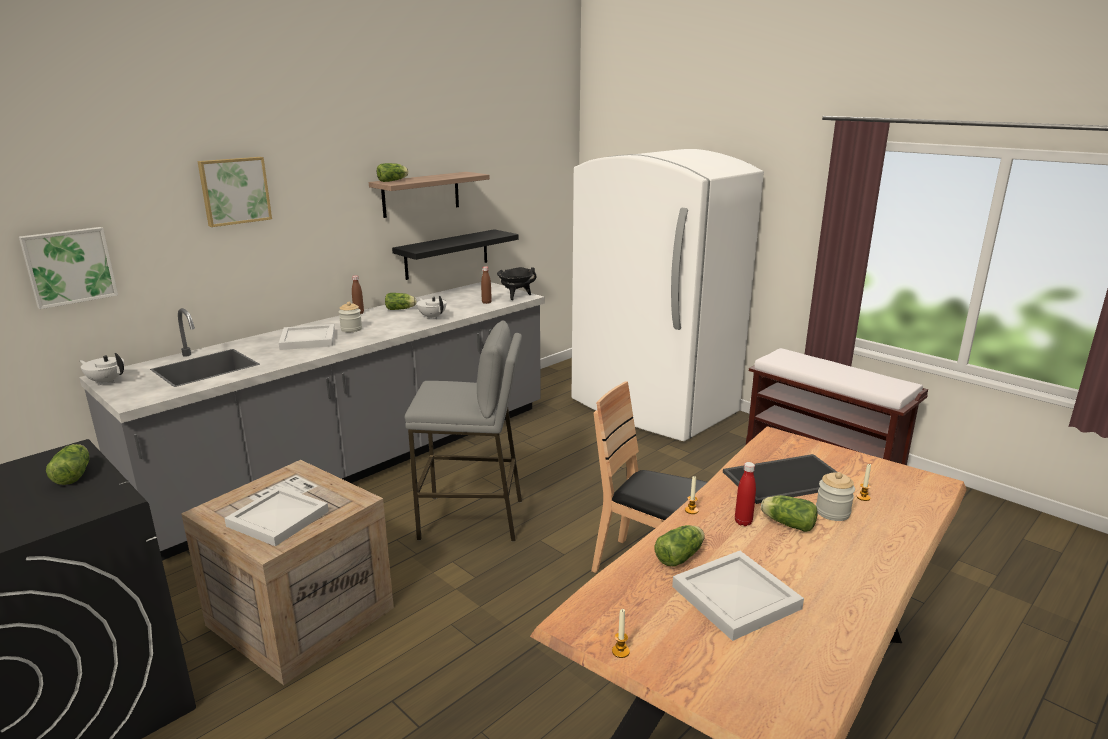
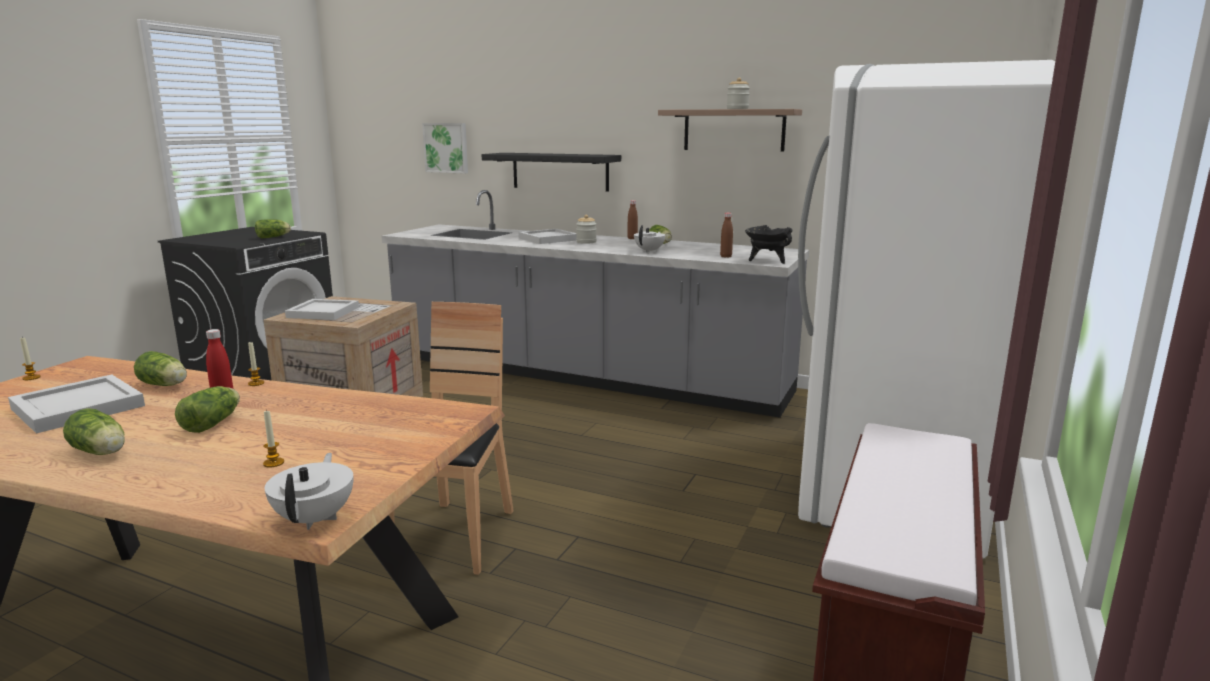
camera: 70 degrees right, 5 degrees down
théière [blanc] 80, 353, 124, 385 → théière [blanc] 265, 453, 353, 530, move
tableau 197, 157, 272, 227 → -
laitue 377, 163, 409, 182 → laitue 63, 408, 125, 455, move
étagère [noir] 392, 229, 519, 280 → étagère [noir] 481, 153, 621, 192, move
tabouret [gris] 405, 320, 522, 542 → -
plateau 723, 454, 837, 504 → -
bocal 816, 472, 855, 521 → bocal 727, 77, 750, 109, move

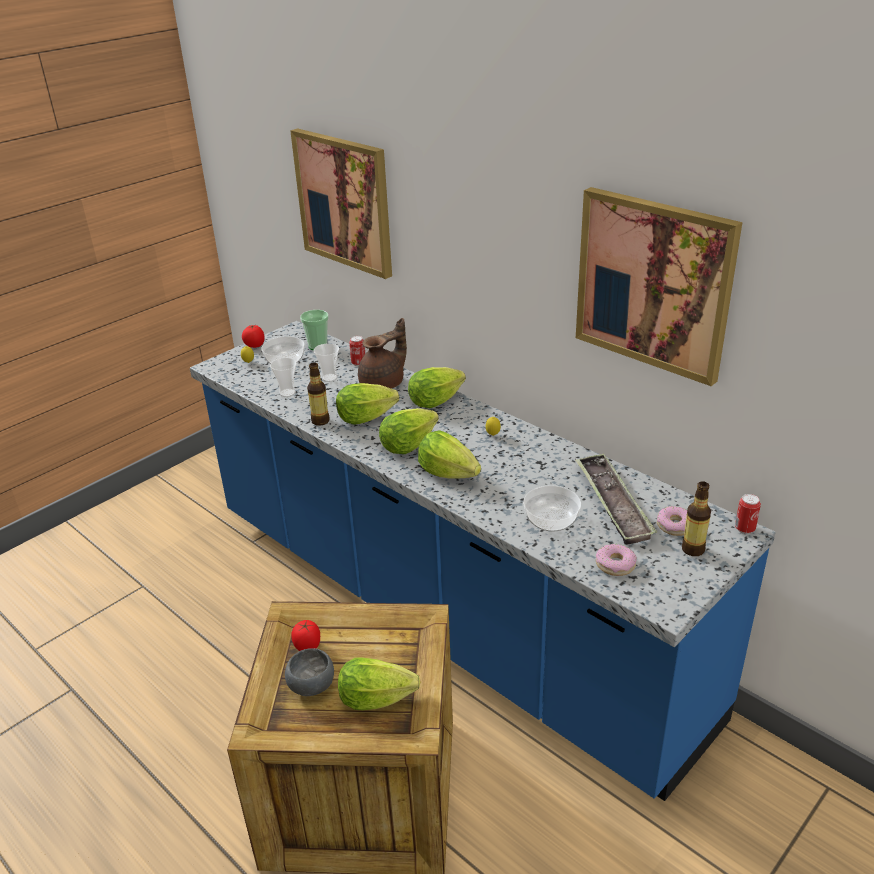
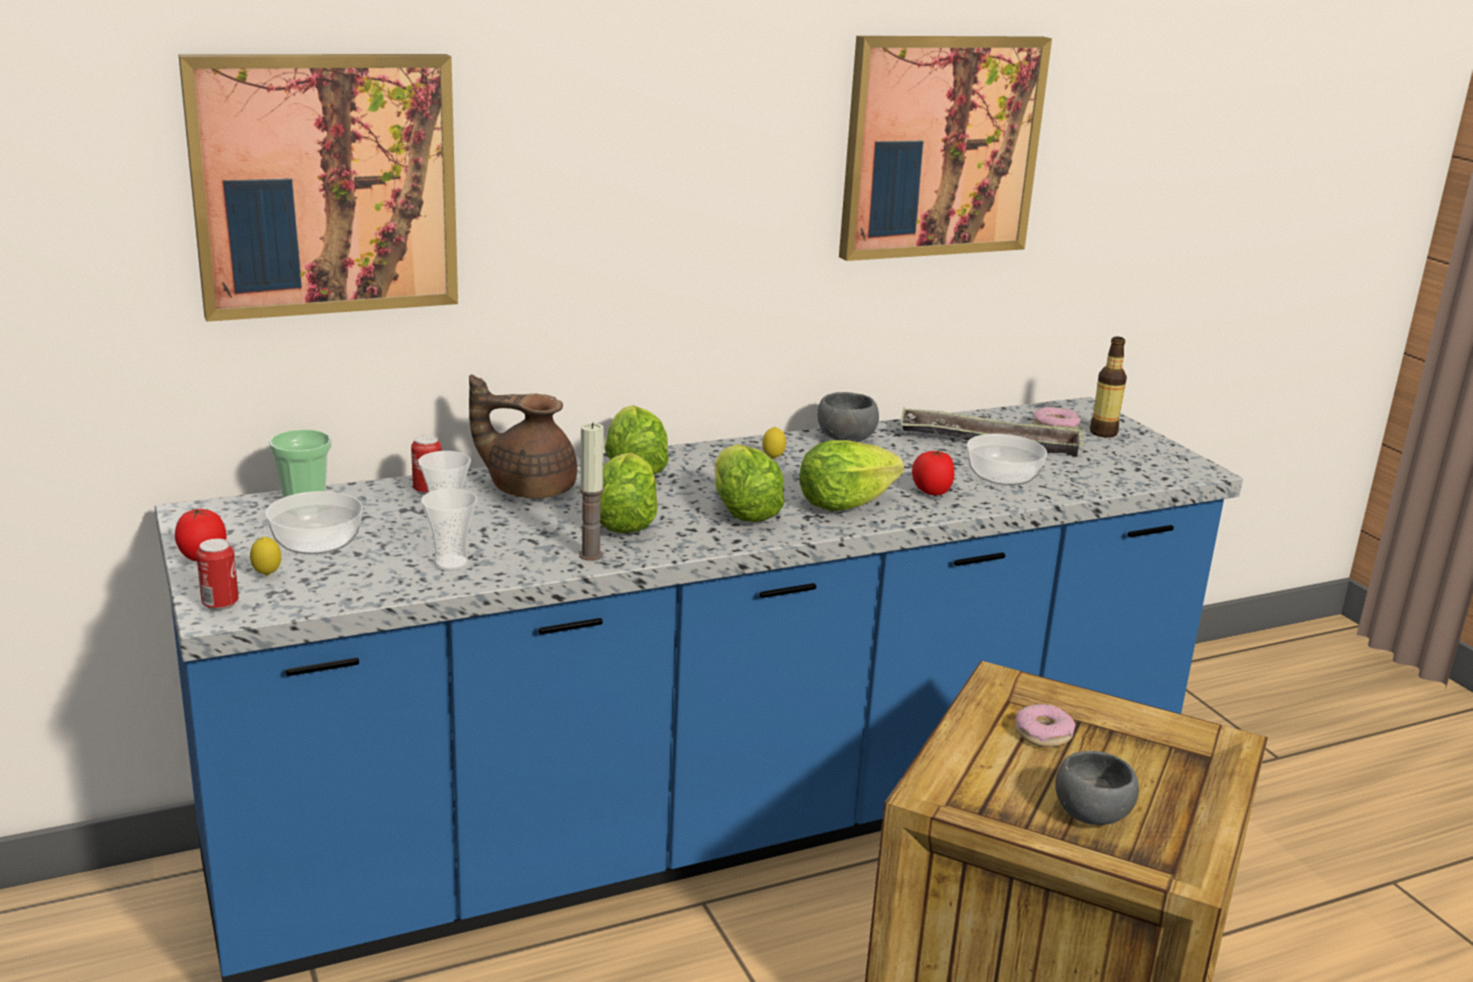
camera: 70 degrees left, 10 degrees down
tomate 291, 620, 320, 651 → tomate 912, 450, 954, 496, move
bouteille 307, 362, 330, 426 → bougie 579, 423, 604, 561
laitue 338, 658, 420, 710 → -
théière [marron] 358, 318, 407, 389 → théière [marron] 469, 374, 577, 499, 60 degrees counterclockwise
beignet 596, 544, 637, 576 → beignet 1015, 704, 1075, 747, move
boîte métallique 735, 494, 761, 534 → boîte métallique 196, 539, 239, 611, move
- → bol [gris] 817, 392, 879, 442

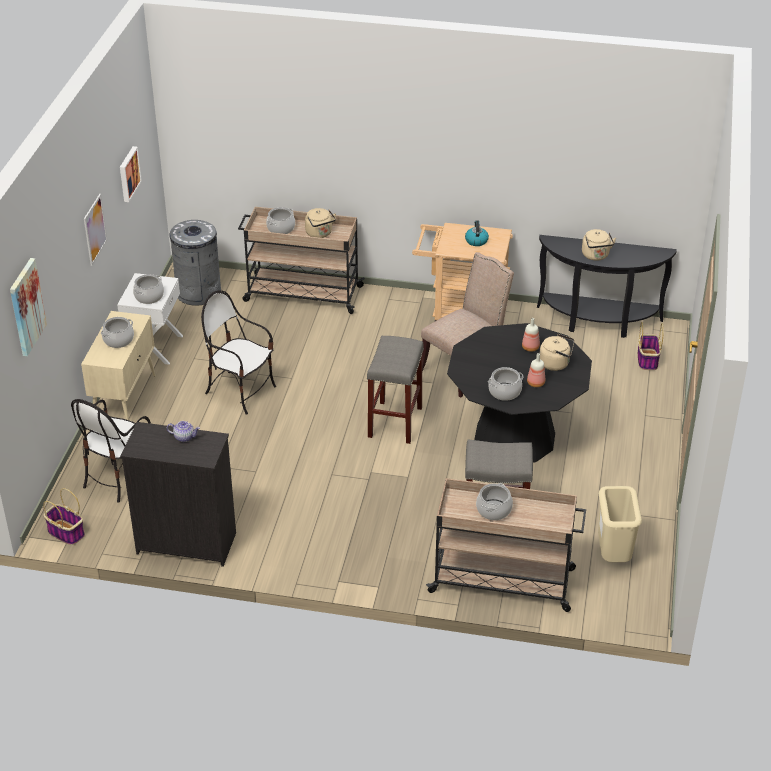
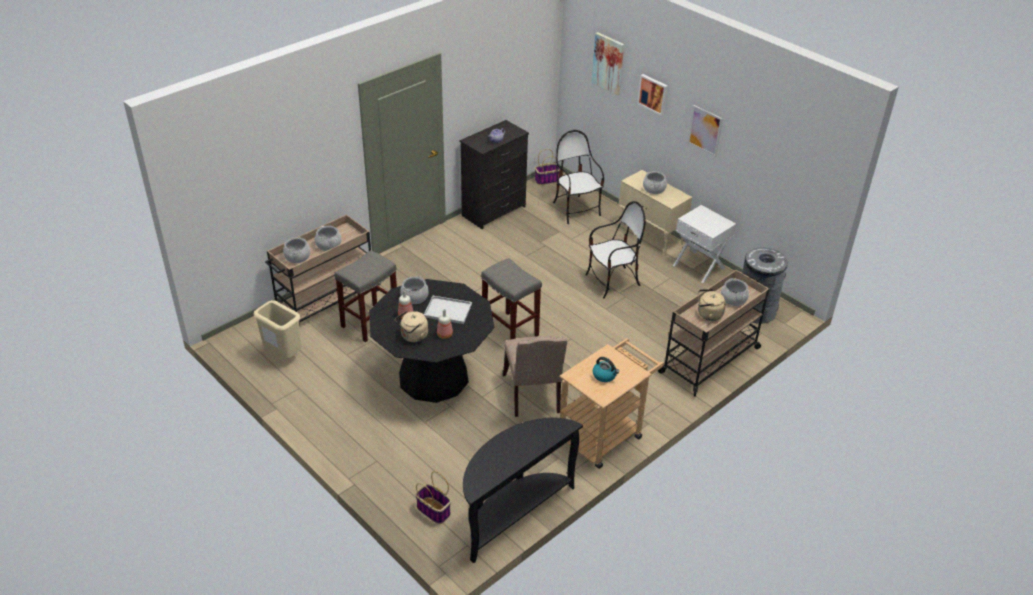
camera: 125 degrees right, 0 degrees up
tableau 120, 146, 142, 202 → tableau 637, 74, 668, 116, move
marmite 133, 274, 164, 304 → marmite 283, 237, 310, 263, move
bouilloire [beige] 582, 229, 616, 261 → -
- → plateau [blanc] 424, 296, 472, 324

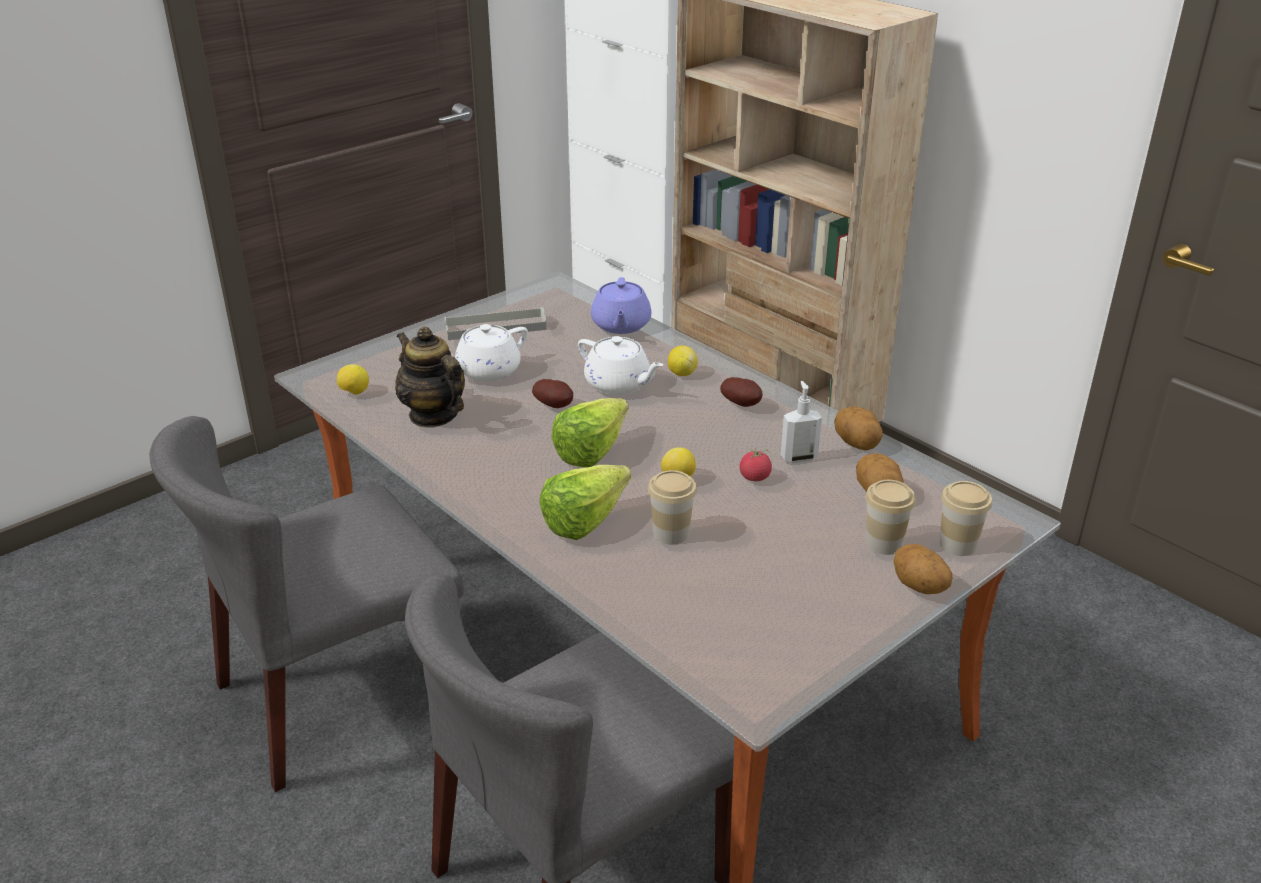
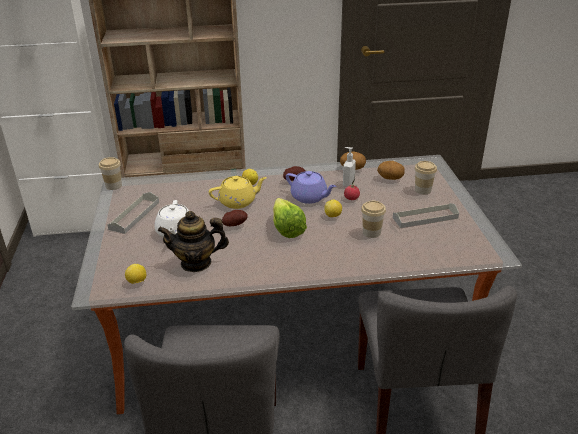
camera: 55 degrees left, 0 degrees up
laitue 540, 465, 631, 540 → -
théière [blanc] 578, 336, 663, 395 → théière [jaune] 209, 176, 267, 209
théière [violet] 591, 277, 652, 334 → théière [violet] 286, 171, 336, 204, move
pomme de terre 893, 544, 952, 594 → -
tasse 940, 481, 992, 556 → tasse 99, 157, 122, 190, move
- → plateau [gris] 393, 203, 459, 228

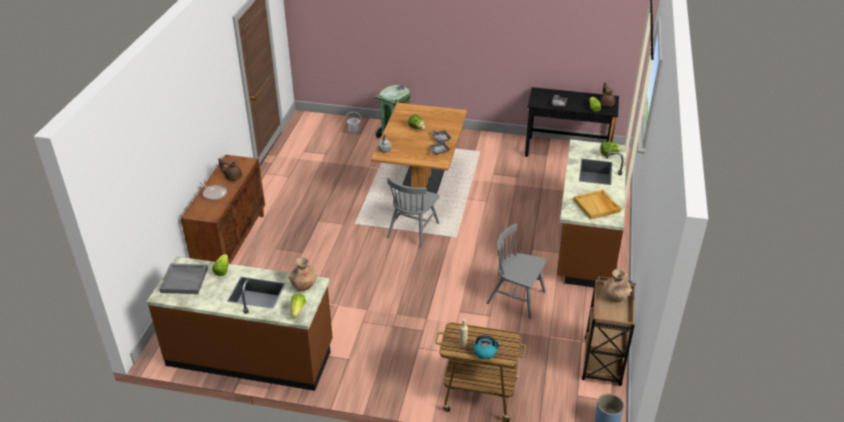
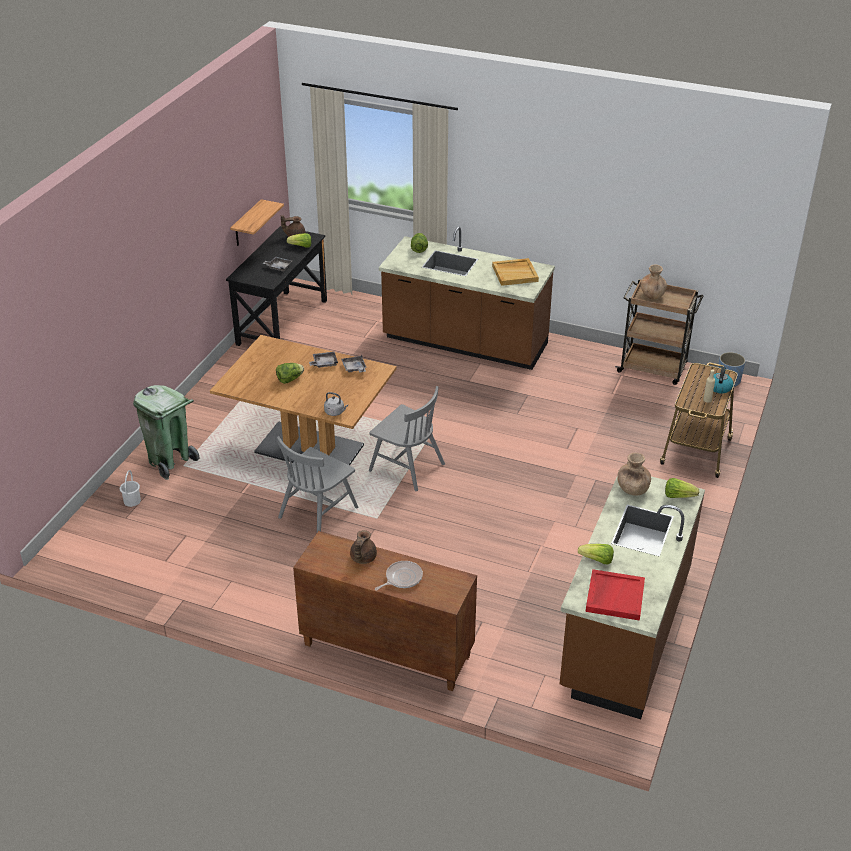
camera: 80 degrees left, 0 degrees up
plateau [gris] 159, 263, 208, 294 → plateau [rouge] 586, 569, 645, 621
chaise [gris] 487, 224, 547, 319 → chaise [gris] 277, 436, 358, 532, move
- → étagère 230, 199, 284, 246

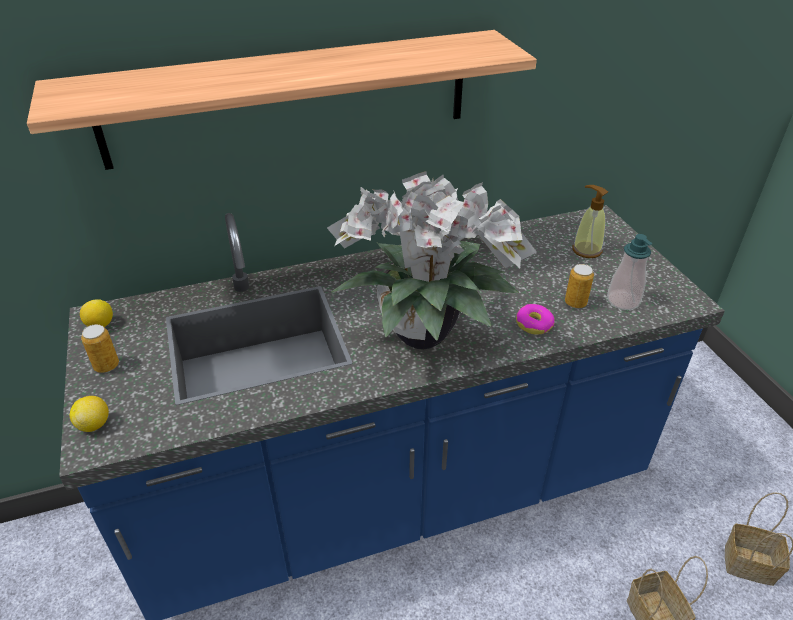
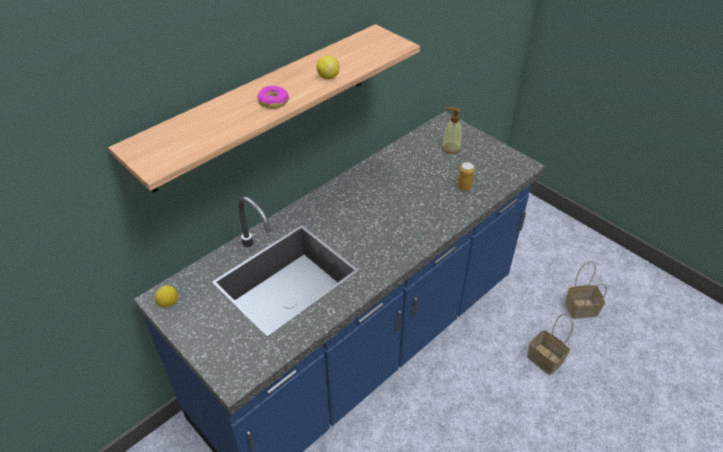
camera: 25 degrees left, 5 degrees up
citron 70, 396, 109, 432 → citron 317, 55, 340, 79, move
boîte métallique 81, 324, 119, 373 → -
plante en pot 327, 171, 536, 349 → -
beignet 516, 304, 555, 335 → beignet 258, 86, 289, 109, move
distributeur de savon 607, 234, 653, 310 → -

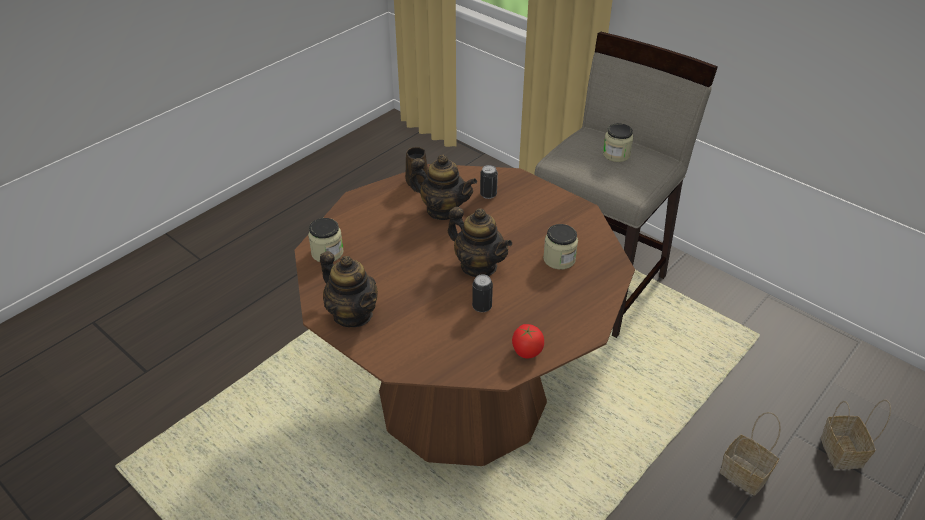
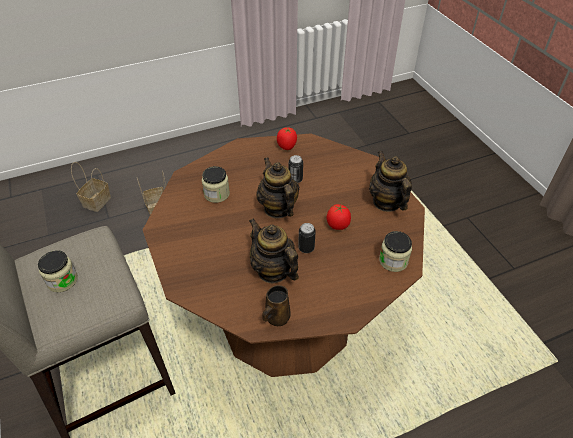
camera: 155 degrees left, 5 degrees up
boîte métallique 480, 165, 498, 199 → boîte métallique 298, 223, 316, 253, move
- → tomate 327, 204, 351, 230

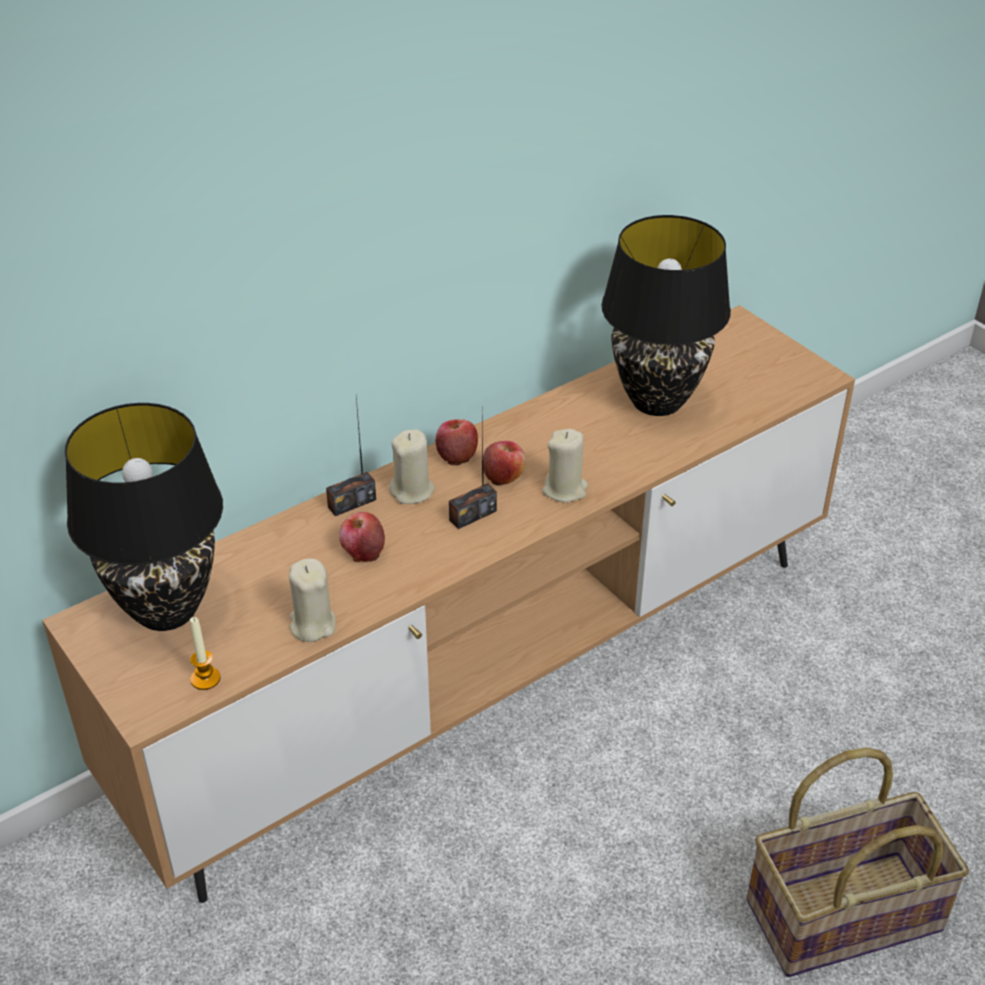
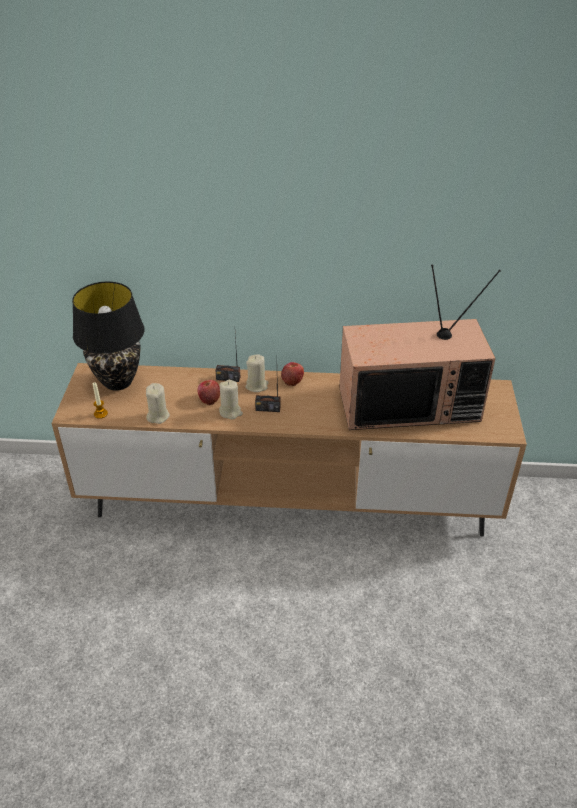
camera: 40 degrees right, 0 degrees up
pomme 483, 441, 526, 485 → -
bougie [beige] 543, 429, 588, 502 → bougie [beige] 219, 380, 243, 420, move
lampe de table [noir] 602, 215, 731, 416 → téléviseur 339, 264, 501, 430
panier 747, 747, 969, 977 → -

